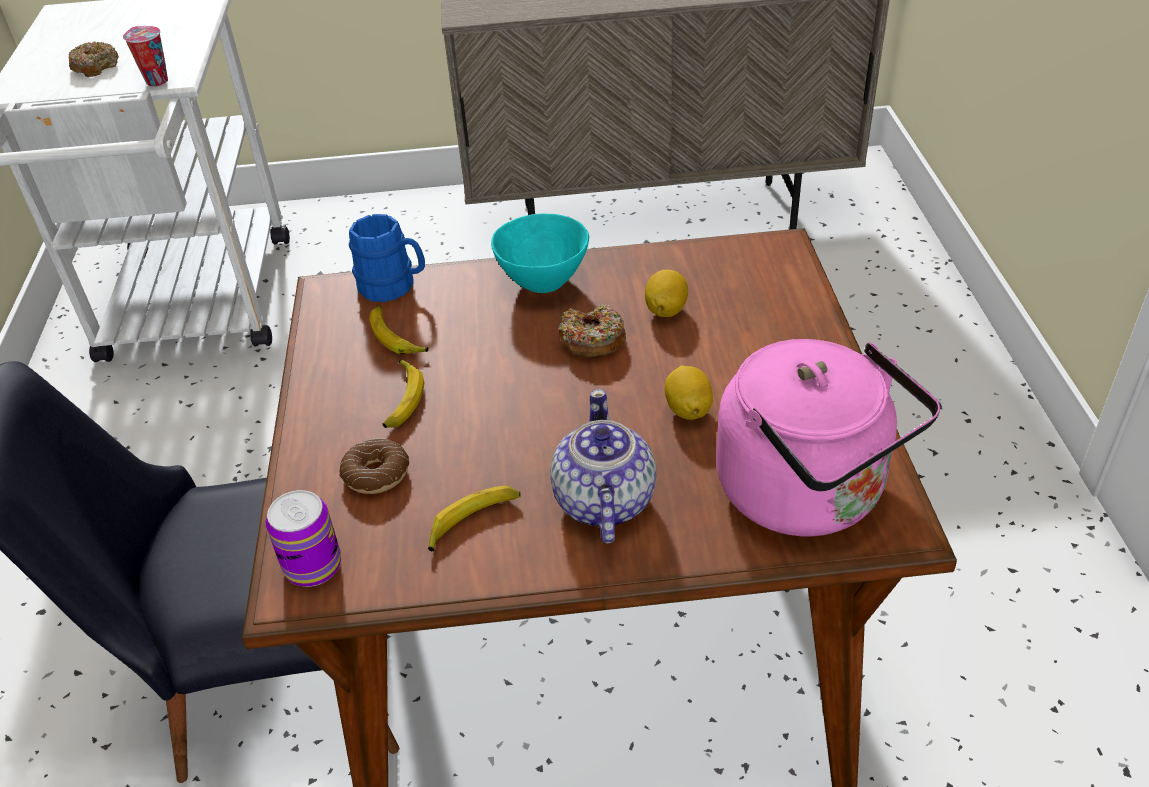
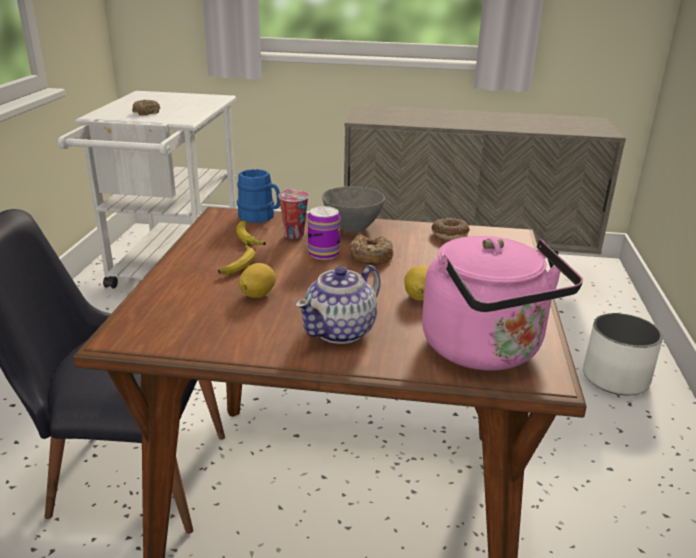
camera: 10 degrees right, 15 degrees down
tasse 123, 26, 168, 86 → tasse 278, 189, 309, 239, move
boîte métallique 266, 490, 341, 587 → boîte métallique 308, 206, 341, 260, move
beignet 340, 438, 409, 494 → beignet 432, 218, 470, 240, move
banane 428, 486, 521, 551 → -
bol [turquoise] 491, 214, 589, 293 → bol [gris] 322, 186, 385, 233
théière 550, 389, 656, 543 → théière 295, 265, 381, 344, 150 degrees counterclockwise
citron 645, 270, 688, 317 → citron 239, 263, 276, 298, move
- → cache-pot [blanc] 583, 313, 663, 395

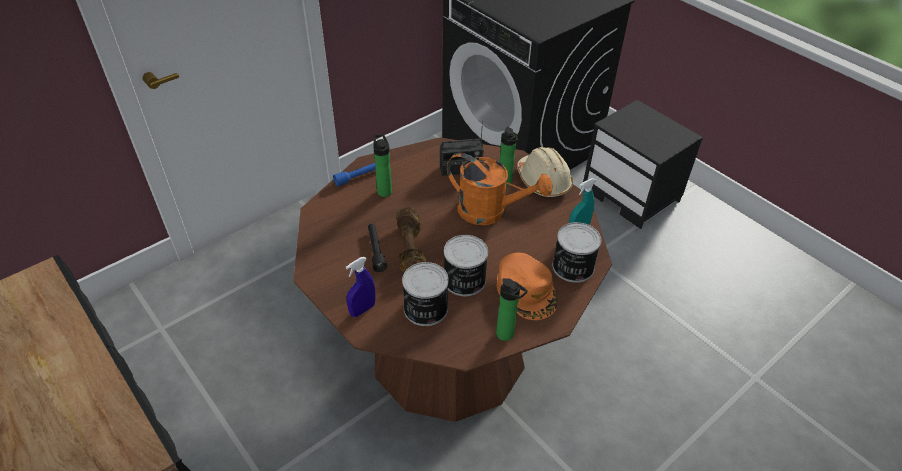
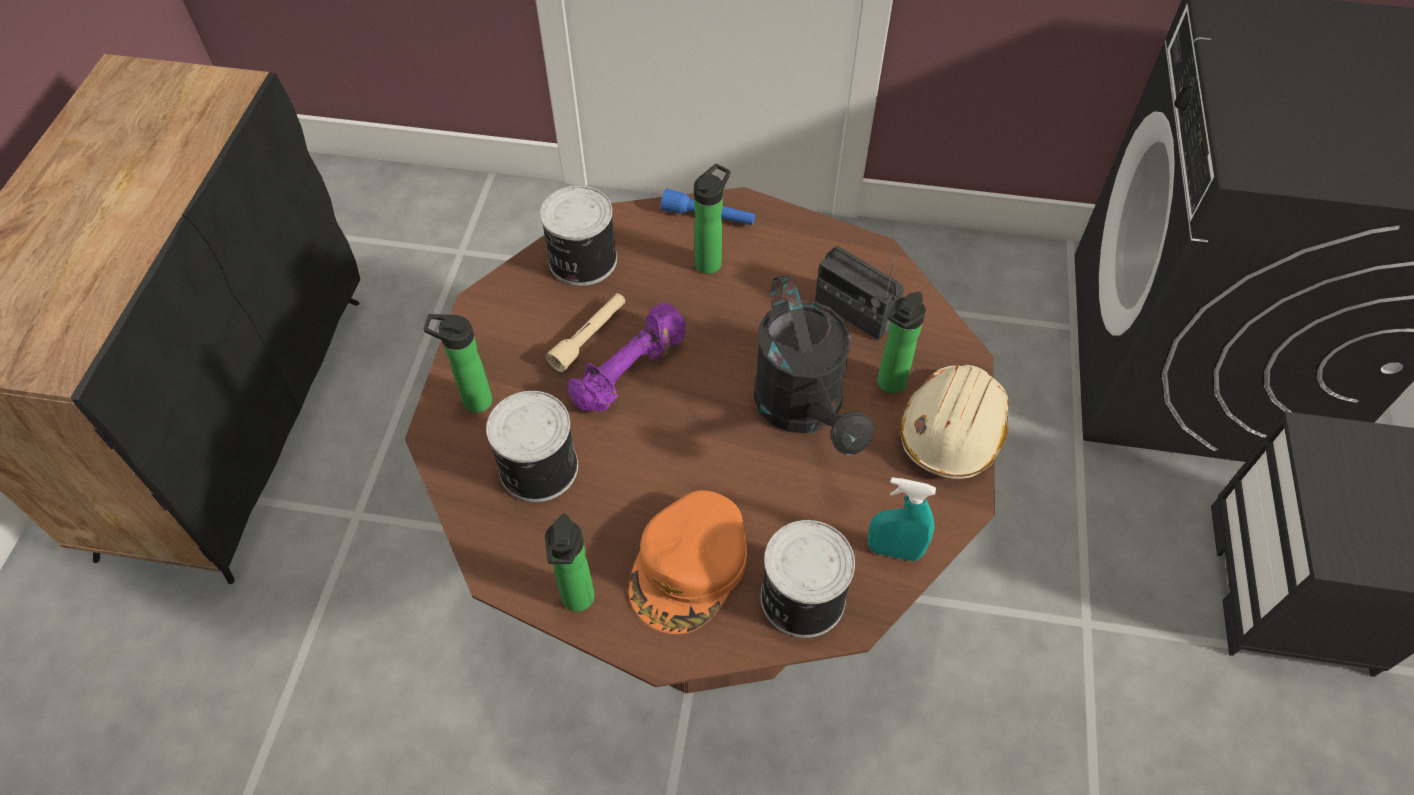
camera: 50 degrees right, 10 degrees up
vaporisateur [bleu] 346, 257, 375, 317 → bouteille 424, 314, 492, 413
lampe de poche [noir] 368, 224, 387, 272 → lampe de poche [beige] 546, 293, 625, 372
haltère [marron] 396, 207, 427, 273 → haltère [violet] 568, 303, 686, 412
boîte métallique 444, 235, 488, 296 → boîte métallique 540, 186, 617, 286, move
arrosoir [orange] 447, 152, 553, 225 → arrosoir [noir] 754, 275, 874, 455

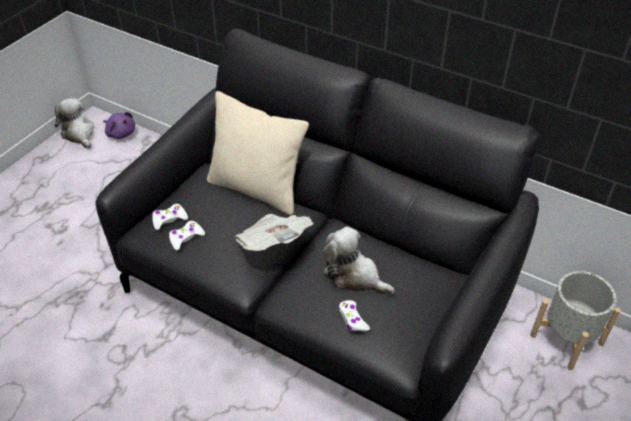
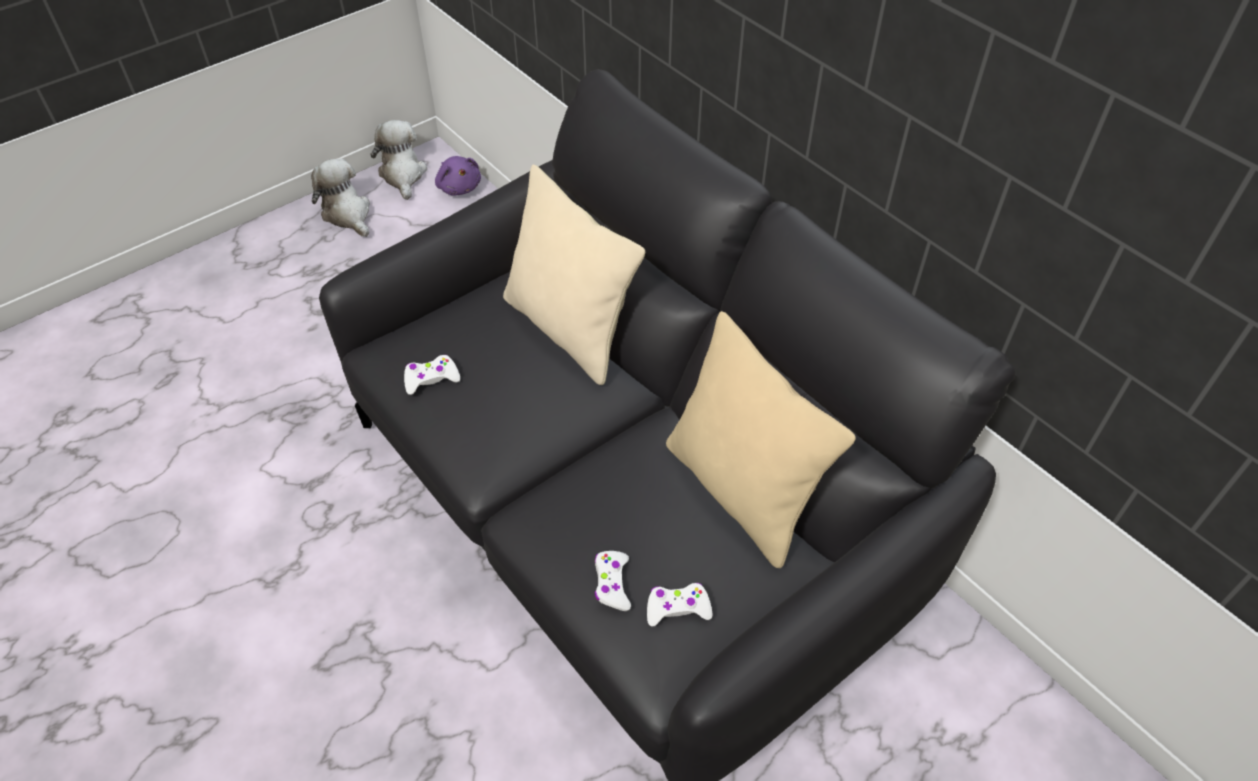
camera: 20 degrees right, 5 degrees up
manette [blanc] 152, 204, 188, 230 → manette [blanc] 647, 583, 712, 626, move
journal 235, 214, 314, 251 → -
peluche 323, 227, 395, 295 → peluche 311, 158, 370, 237, move
cache-pot [gris] 530, 271, 621, 370 → -
- → coussin [beige] 666, 311, 856, 568

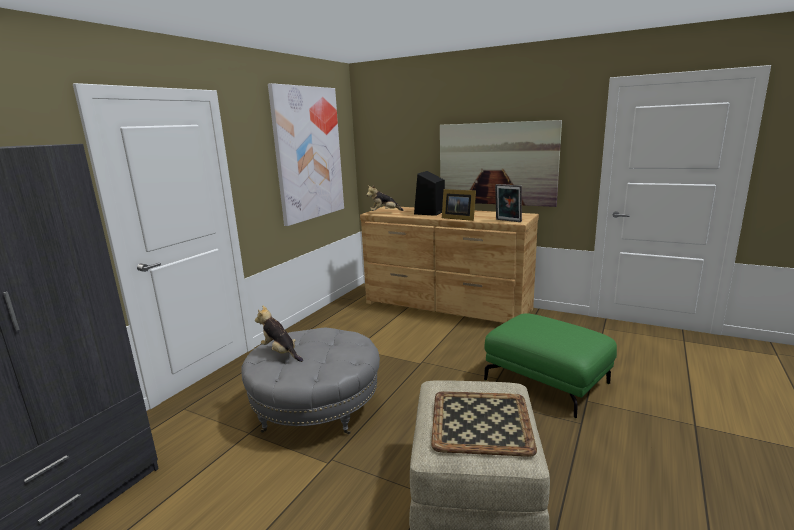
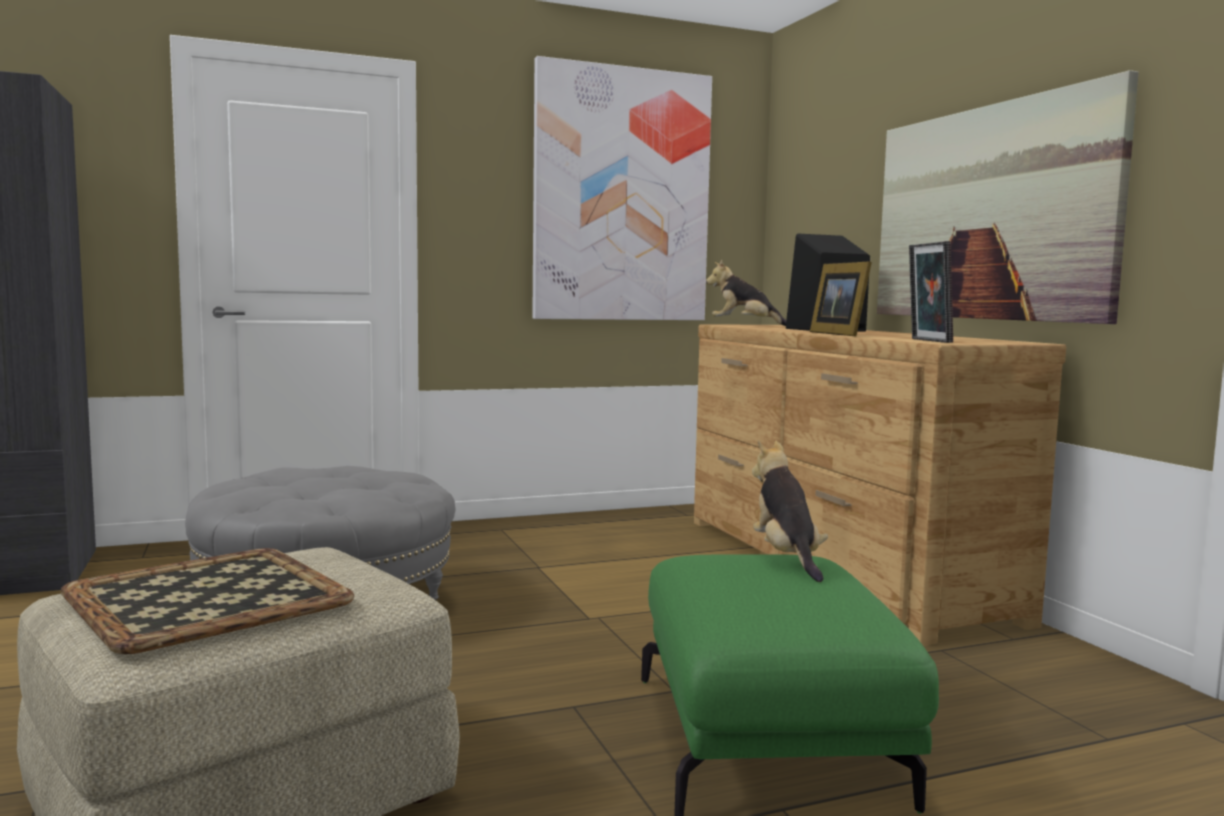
camera: 40 degrees right, 10 degrees down
peluche 255, 305, 303, 362 → peluche 752, 441, 828, 582, move

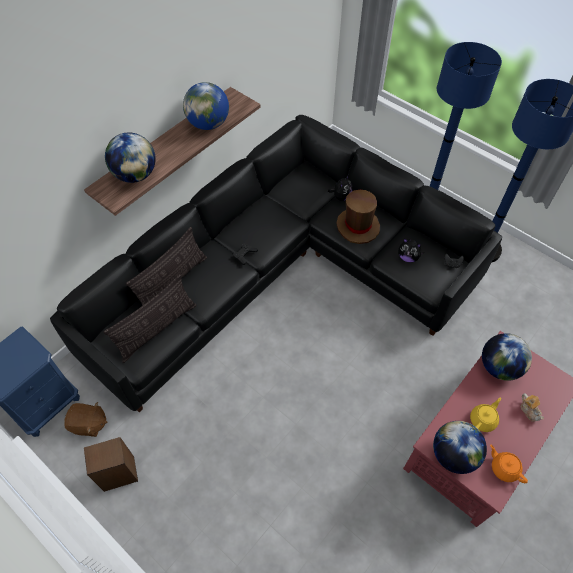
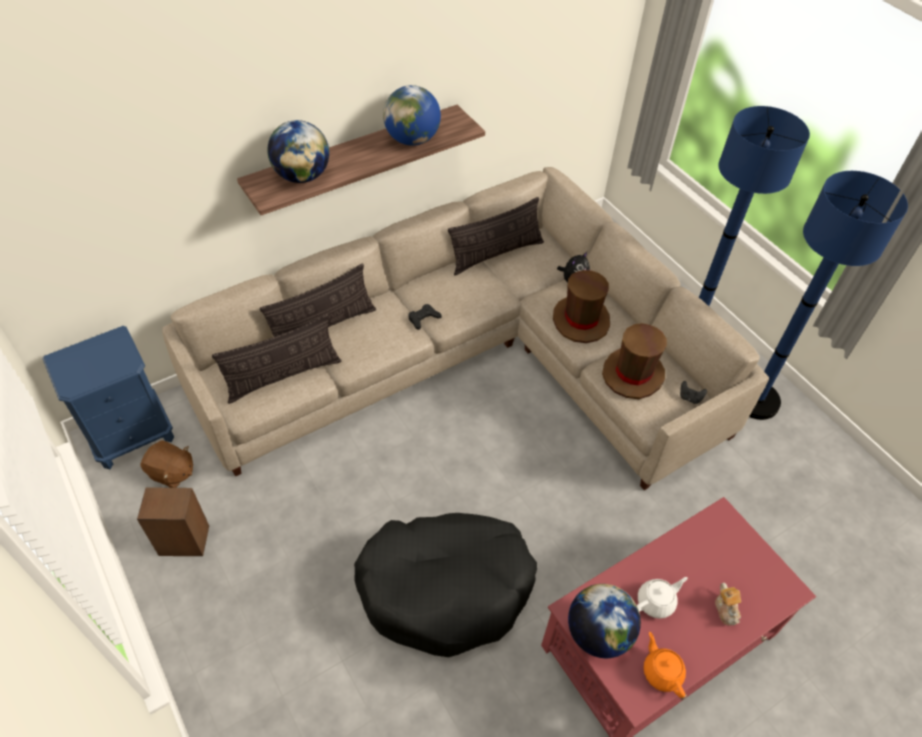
camera: 15 degrees right, 5 degrees down
canapé [noir] 50, 115, 502, 412 → canapé [beige] 162, 167, 769, 490
peluche 398, 238, 424, 262 → chapeau [marron] 602, 323, 667, 399
théière [jaune] 470, 398, 501, 432 → théière [blanc] 637, 577, 688, 619
globe 482, 333, 532, 381 → -
- → panier pour chien [noir] 354, 513, 537, 657
- → coussin 448, 197, 544, 275

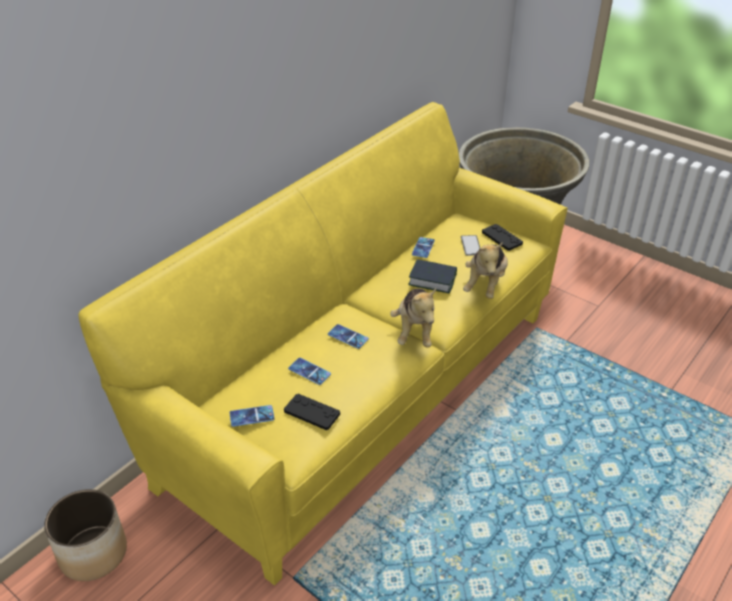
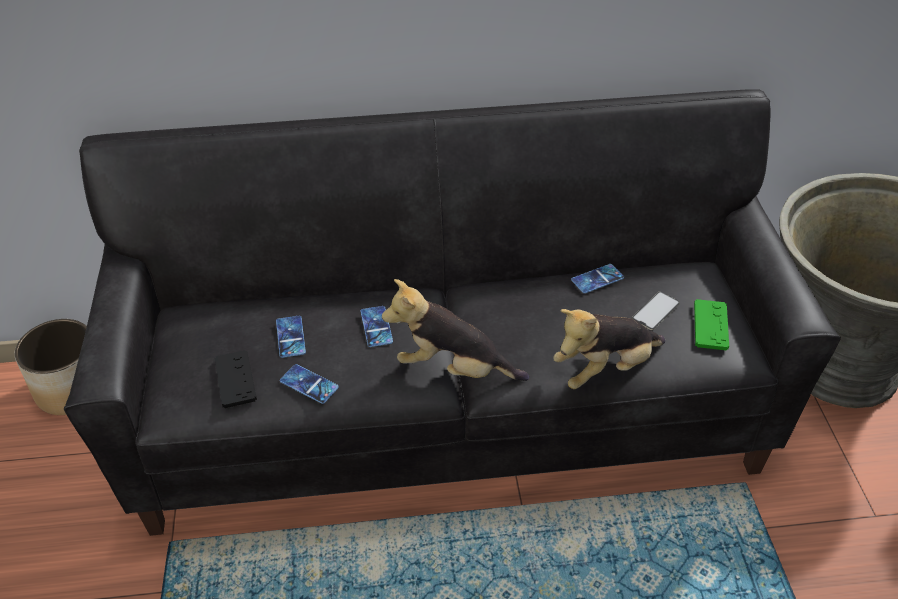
camera: 45 degrees right, 5 degrees up
canapé [jaune] 78, 102, 568, 586 → canapé [noir] 64, 89, 841, 536
téléphone 229, 405, 275, 427 → téléphone 280, 364, 339, 404, move
peluche 390, 288, 436, 347 → peluche 382, 279, 530, 381, 60 degrees clockwise
livre 408, 259, 457, 294 → -
manette [noir] 482, 224, 523, 251 → manette [vert] 694, 299, 729, 351

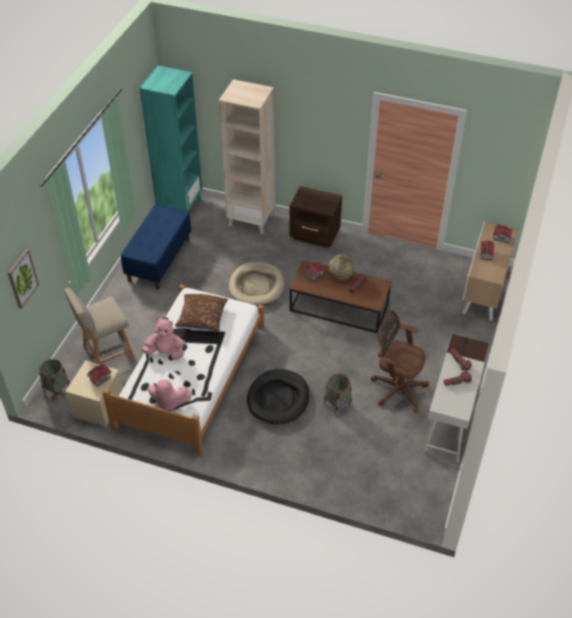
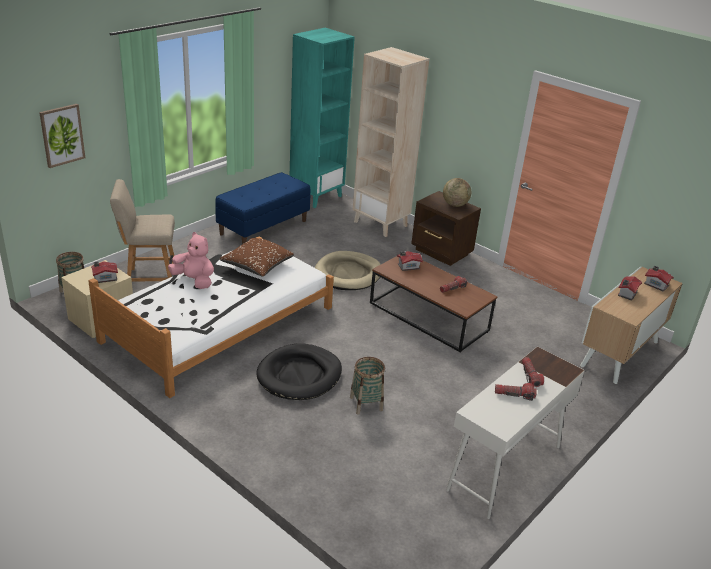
camera: 20 degrees right, 15 degrees down
peluche [rose] 147, 380, 192, 411 → -
globe 329, 255, 354, 280 → globe 443, 178, 471, 207, move
chaise de bureau [marron] 371, 310, 429, 413 → -

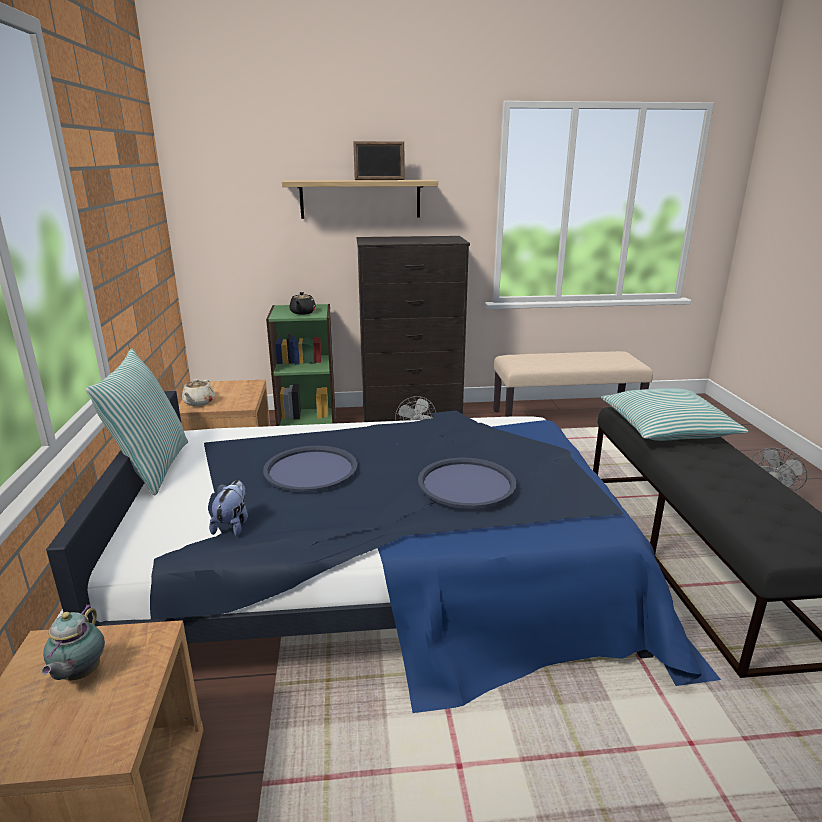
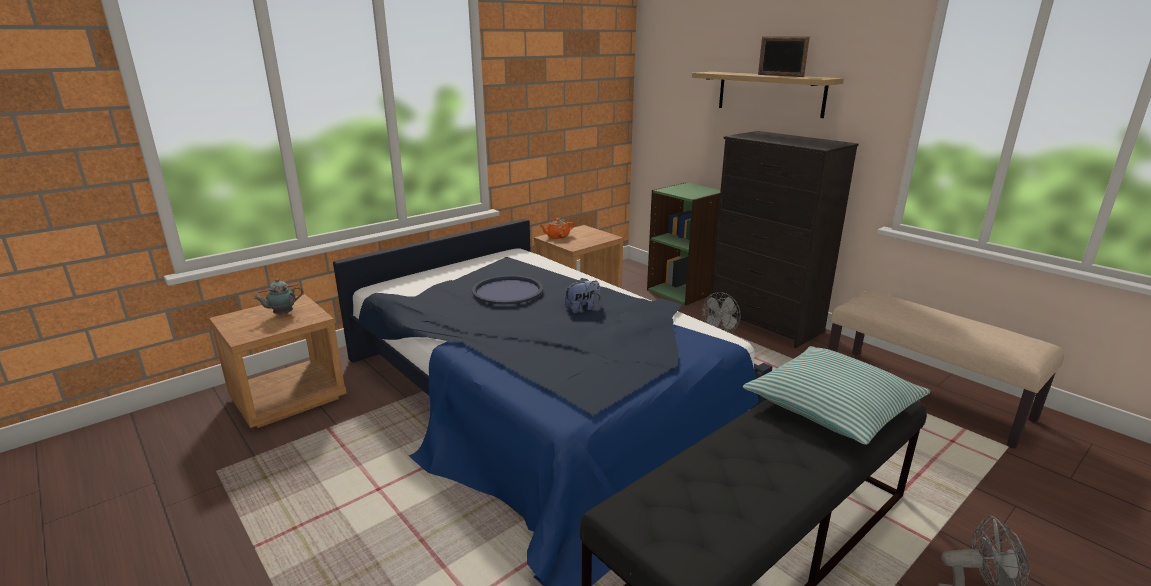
camera: 55 degrees right, 0 degrees up
coussin 86, 349, 188, 496 → -
théière [beige] 182, 379, 215, 406 → théière [orange] 539, 218, 574, 239
peluche 209, 480, 248, 536 → peluche 565, 278, 601, 313, move
théière [noir] 289, 292, 316, 315 → -
plateau [bleu] 418, 457, 516, 509 → -

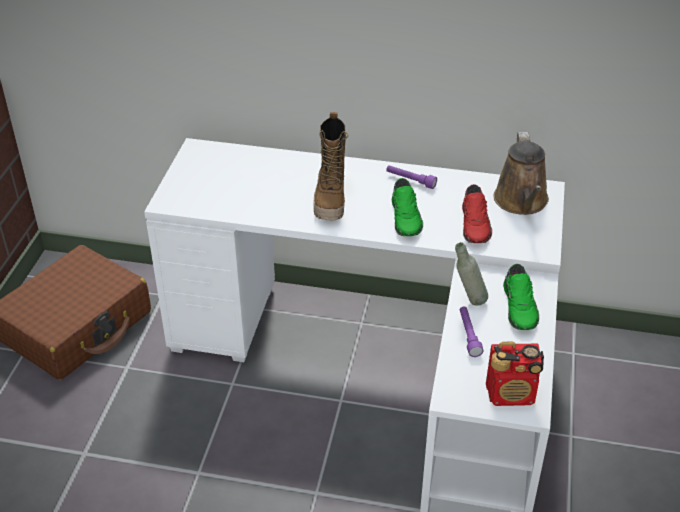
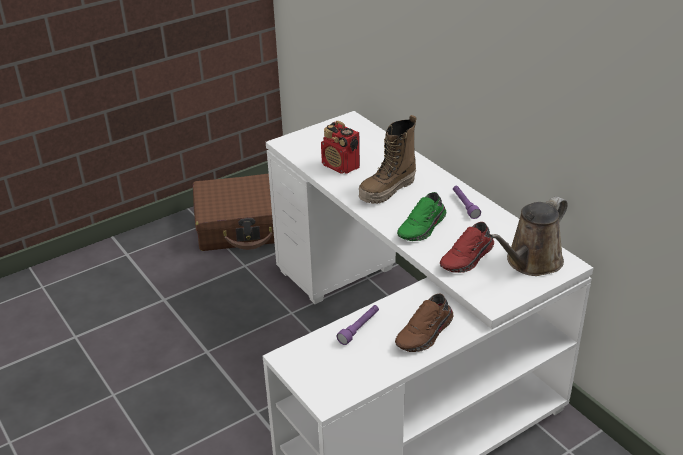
camera: 45 degrees right, 5 degrees down
bouteille [gris] 455, 242, 488, 306 → -
radio 486, 342, 544, 406 → radio 321, 121, 360, 174, move
chaussure [vert] 503, 264, 539, 330 → chaussure [marron] 395, 294, 453, 352

